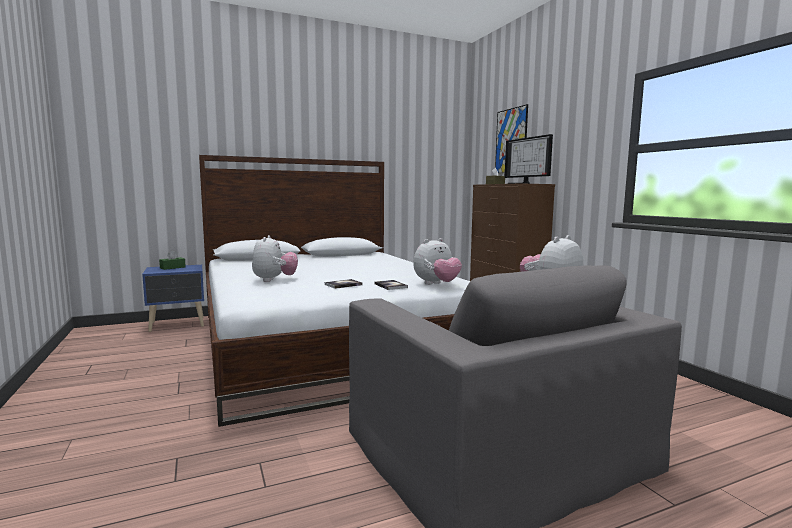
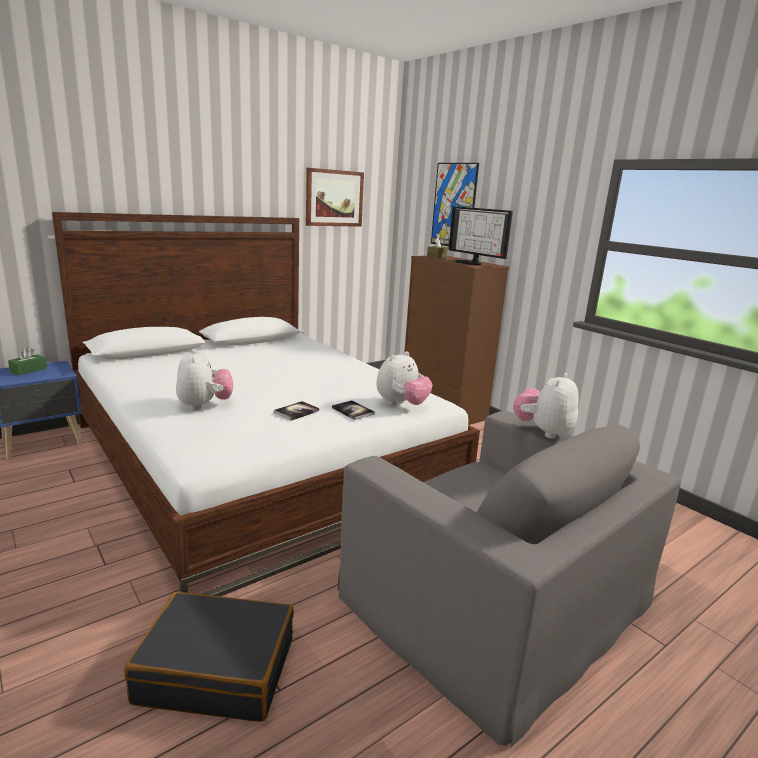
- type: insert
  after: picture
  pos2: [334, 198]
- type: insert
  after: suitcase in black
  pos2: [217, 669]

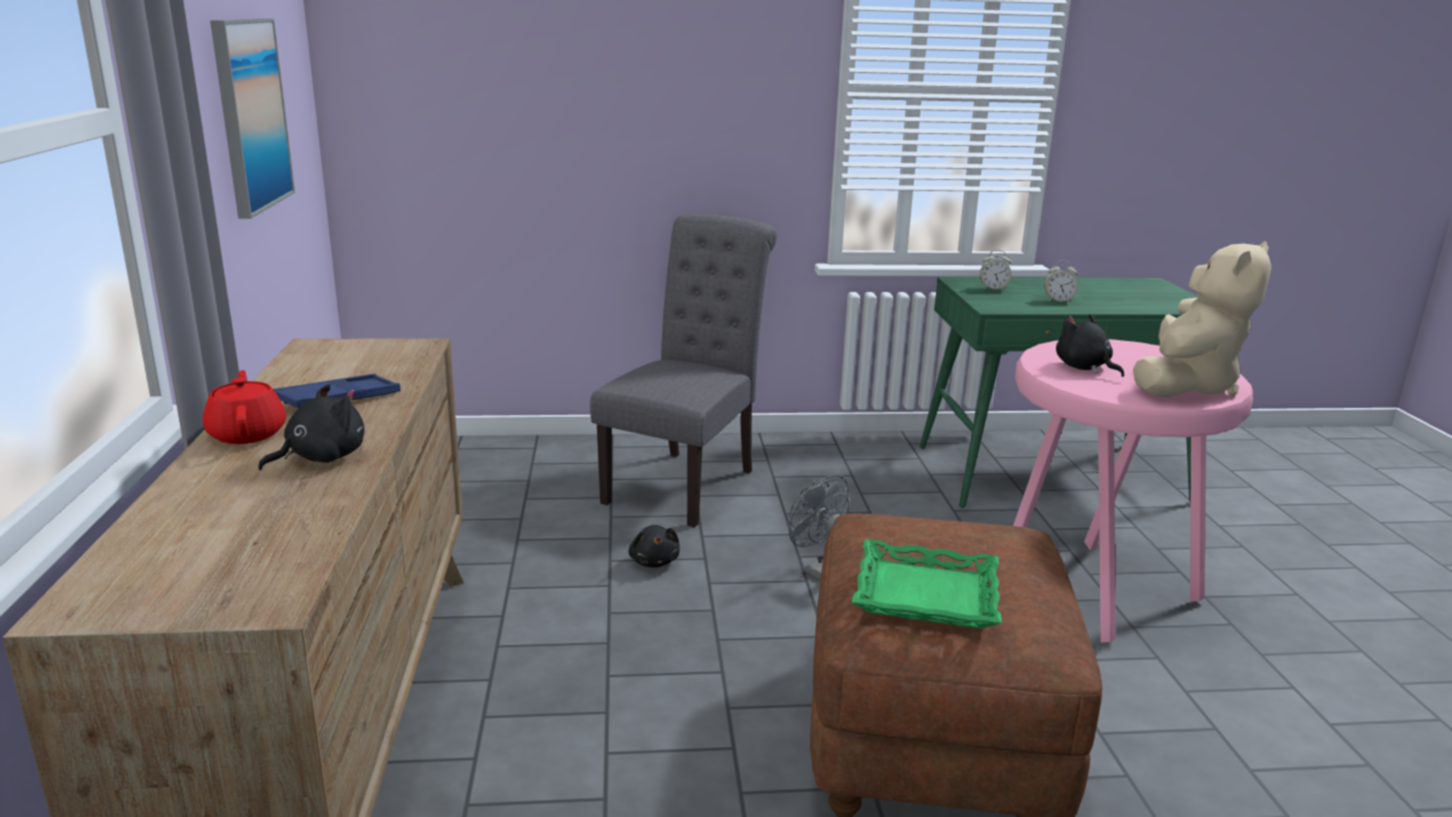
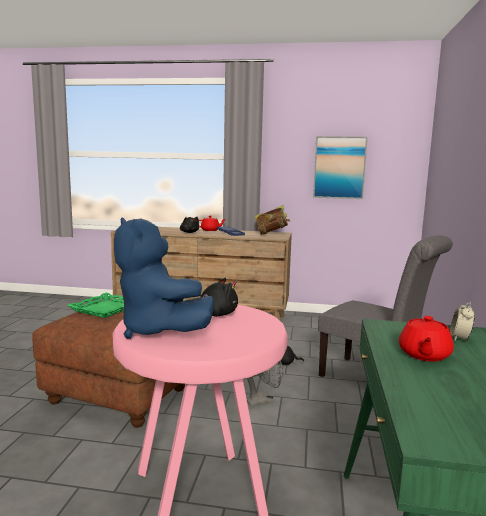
- type: recolor
  before: plush toy in beige
  after: plush toy in blue
  pos1: [1185, 386]
  pos2: [158, 330]
- type: replace
  before: alarm clock
  after: teapot in red
  pos1: [1058, 300]
  pos2: [424, 355]
- type: insert
  after: book
  pos2: [271, 234]

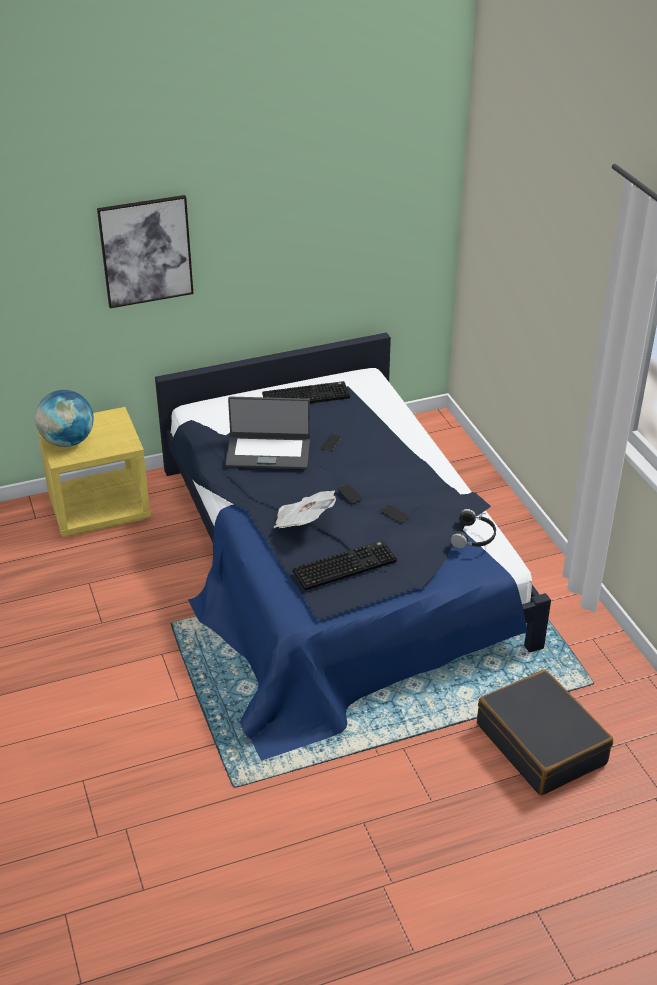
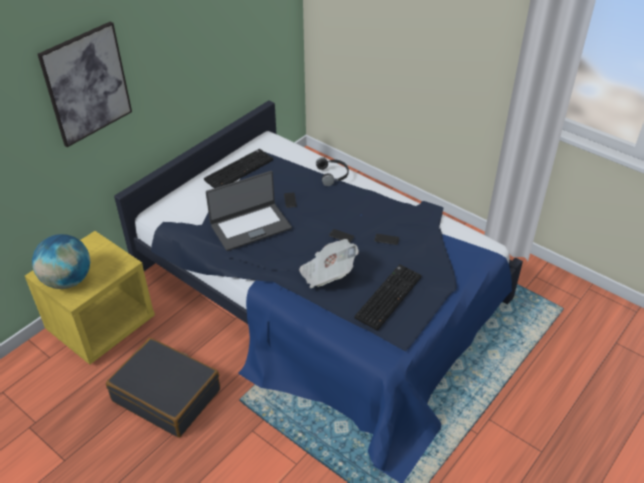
- type: move
  before: headphones in black
  pos1: [474, 537]
  pos2: [333, 175]
- type: move
  before: suitcase in black
  pos1: [541, 744]
  pos2: [167, 395]

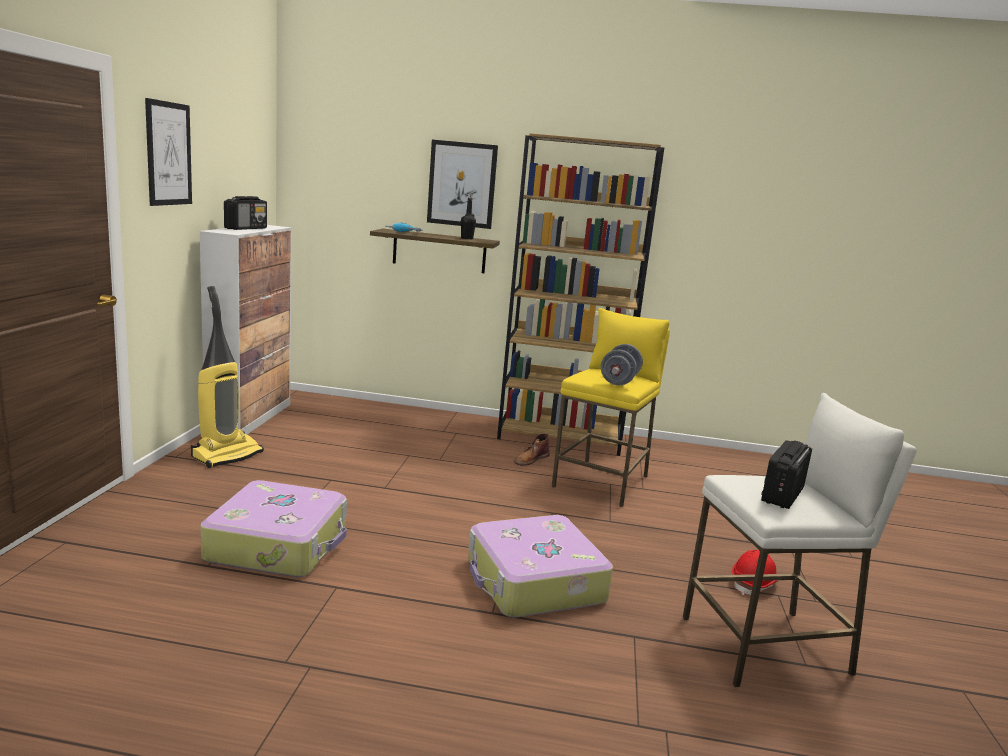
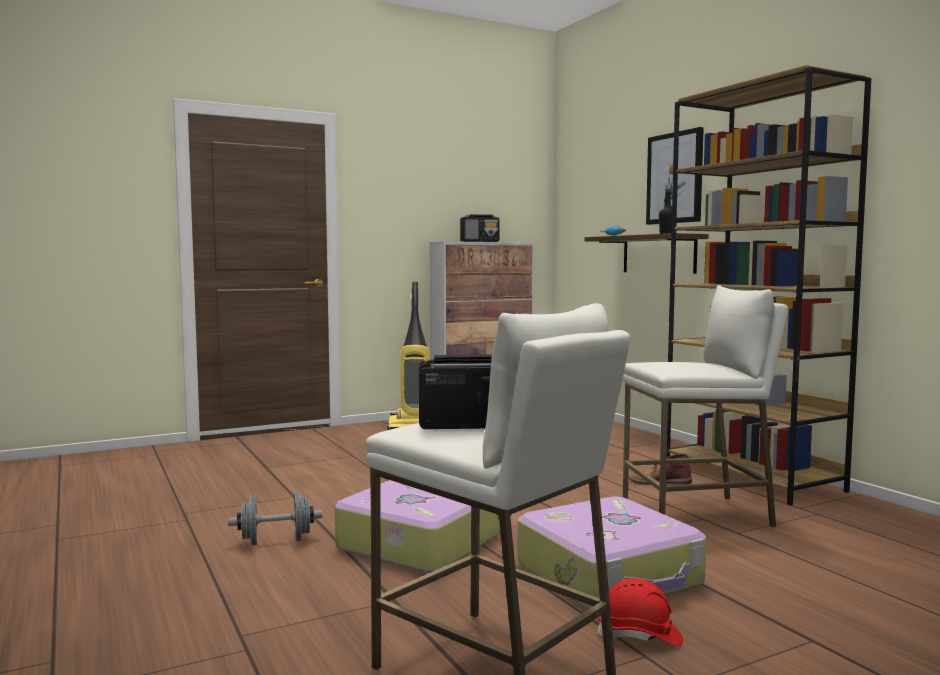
- type: delete
  before: picture
  pos1: [169, 154]
- type: recolor
  before: stool in yellow
  after: stool in white
  pos1: [602, 481]
  pos2: [697, 514]
- type: move
  before: dumbbell in grey
  pos1: [619, 381]
  pos2: [276, 541]
- type: move
  before: suitcase
  pos1: [279, 544]
  pos2: [610, 575]

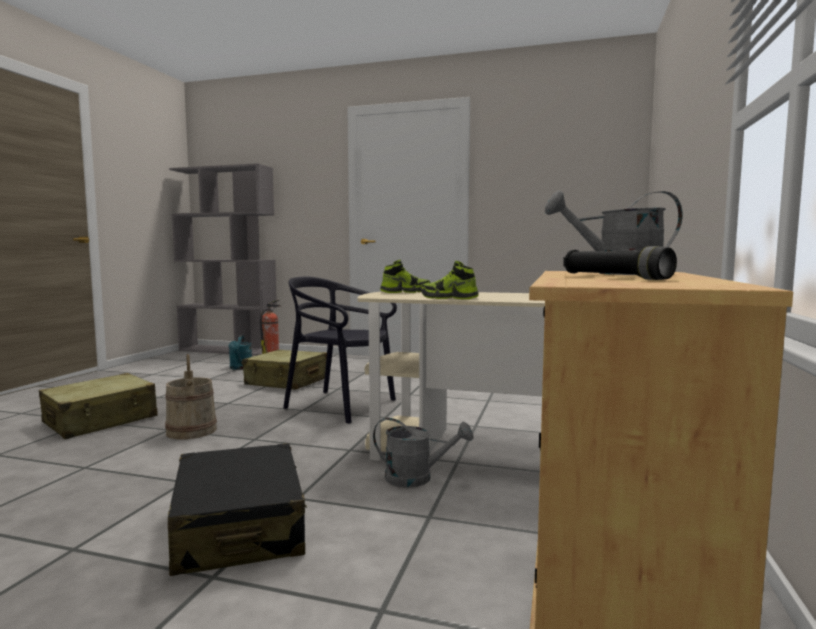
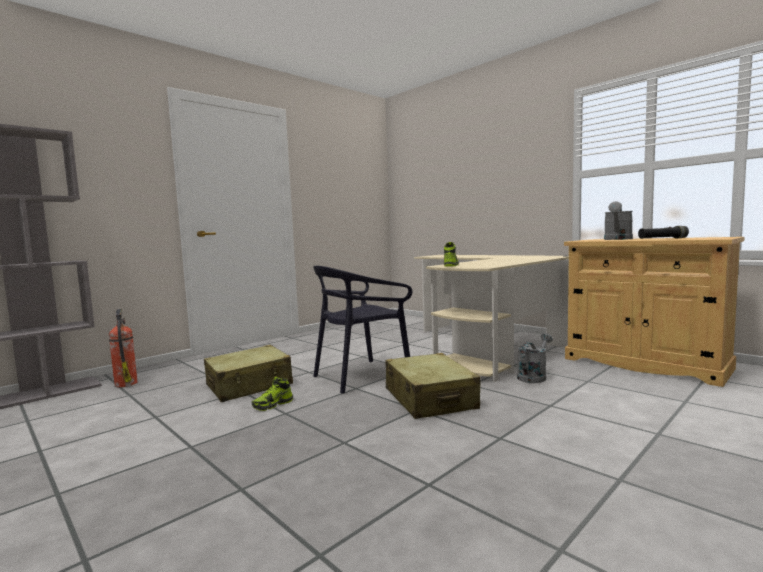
- type: move
  before: shoe
  pos1: [449, 298]
  pos2: [273, 405]
- type: delete
  before: watering can in turquoise
  pos1: [240, 368]
- type: delete
  before: bucket in beige
  pos1: [191, 431]
- type: move
  before: suitcase in beige
  pos1: [101, 420]
  pos2: [430, 399]
- type: delete
  before: suitcase in black
  pos1: [239, 528]

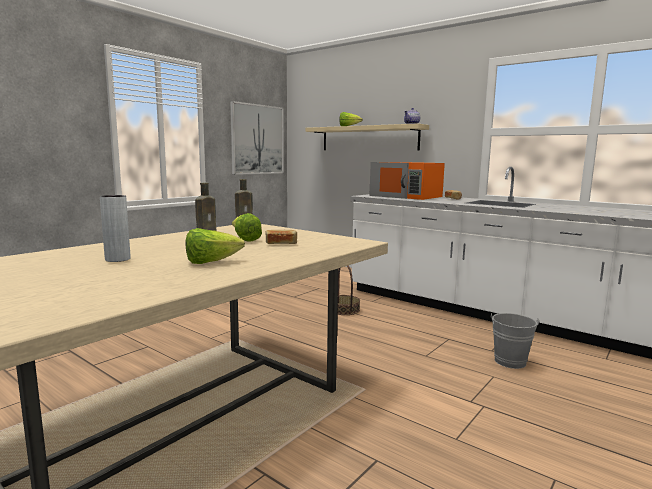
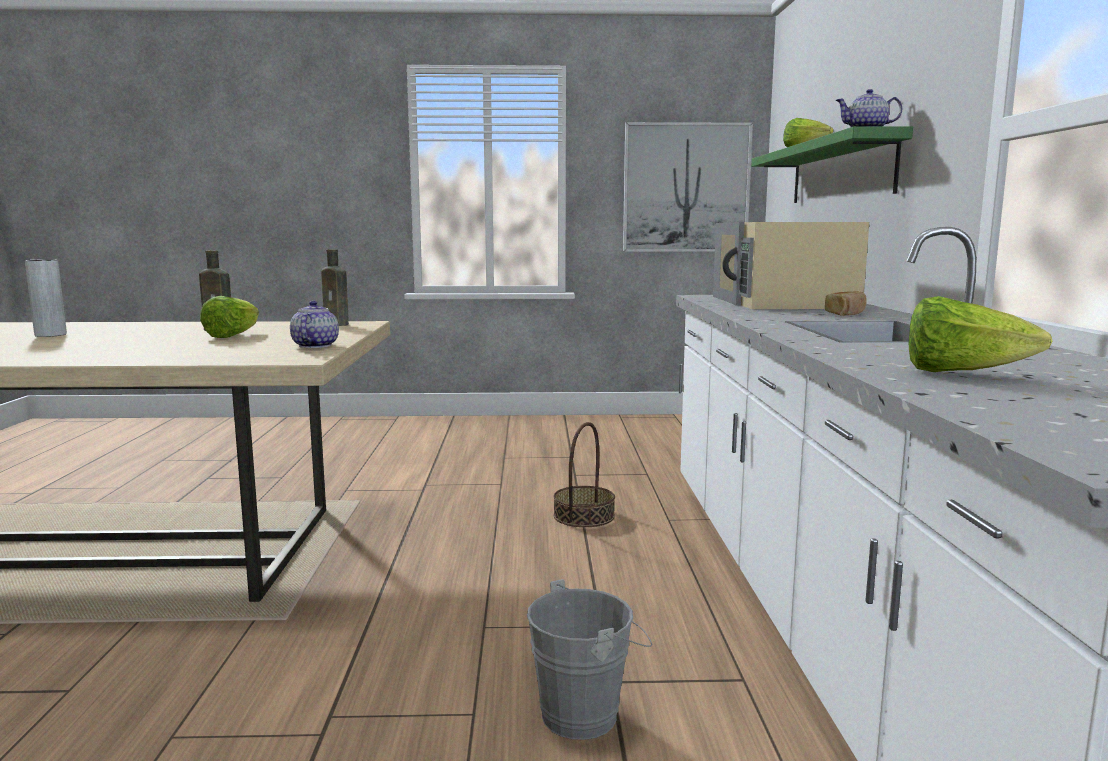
- type: recolor
  before: shelf in beige
  after: shelf in green
  pos1: [368, 138]
  pos2: [839, 172]
- type: recolor
  before: microwave in orange
  after: microwave in beige
  pos1: [406, 196]
  pos2: [782, 302]
- type: move
  before: lettuce
  pos1: [211, 262]
  pos2: [961, 373]
- type: delete
  before: bread
  pos1: [281, 244]
- type: insert
  after: teapot
  pos2: [314, 346]

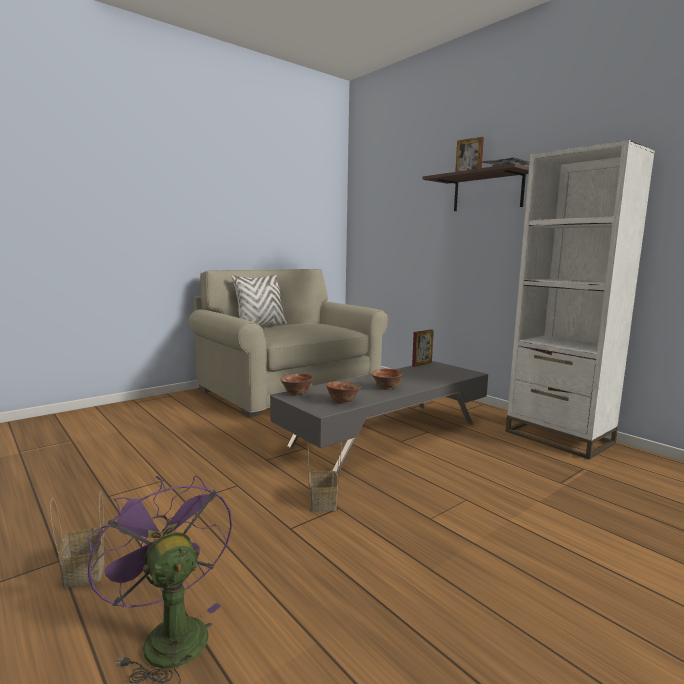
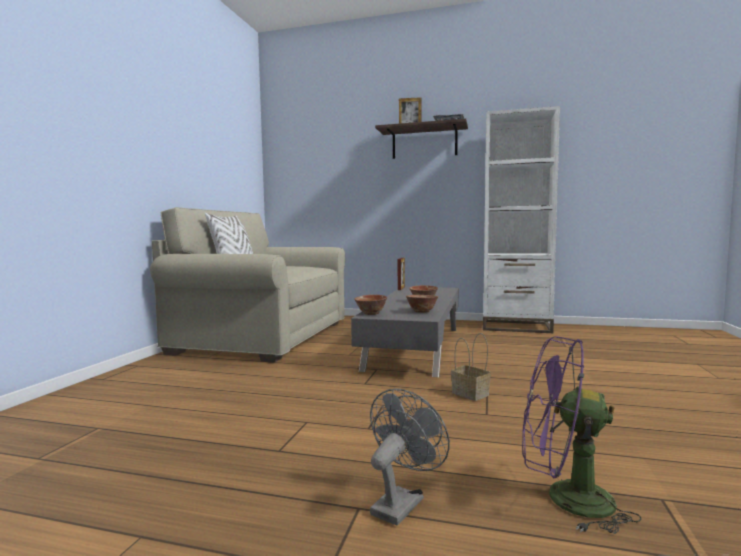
- type: replace
  before: basket
  after: fan in grey
  pos1: [83, 570]
  pos2: [401, 502]

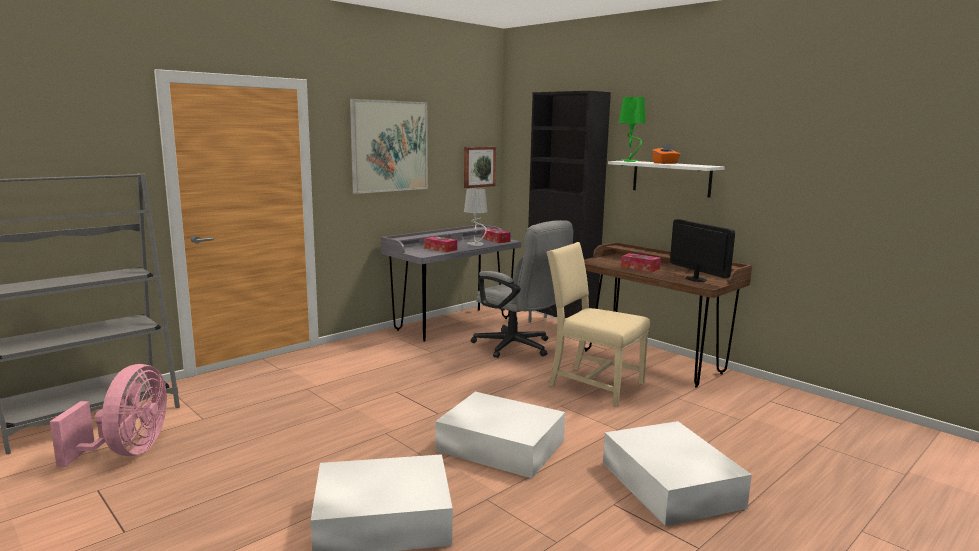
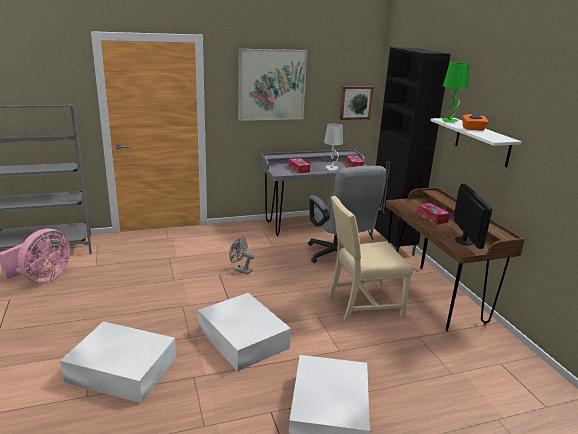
- type: rotate
  before: chair in beige
  pos1: [592, 384]
  pos2: [362, 305]
  turn: -75
- type: insert
  after: fan in grey
  pos2: [240, 270]

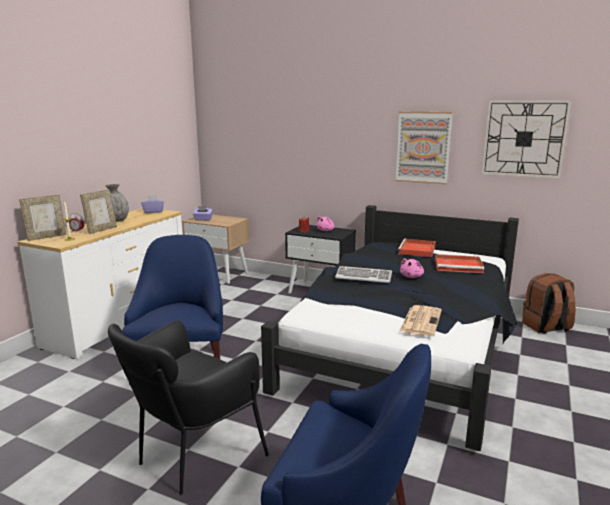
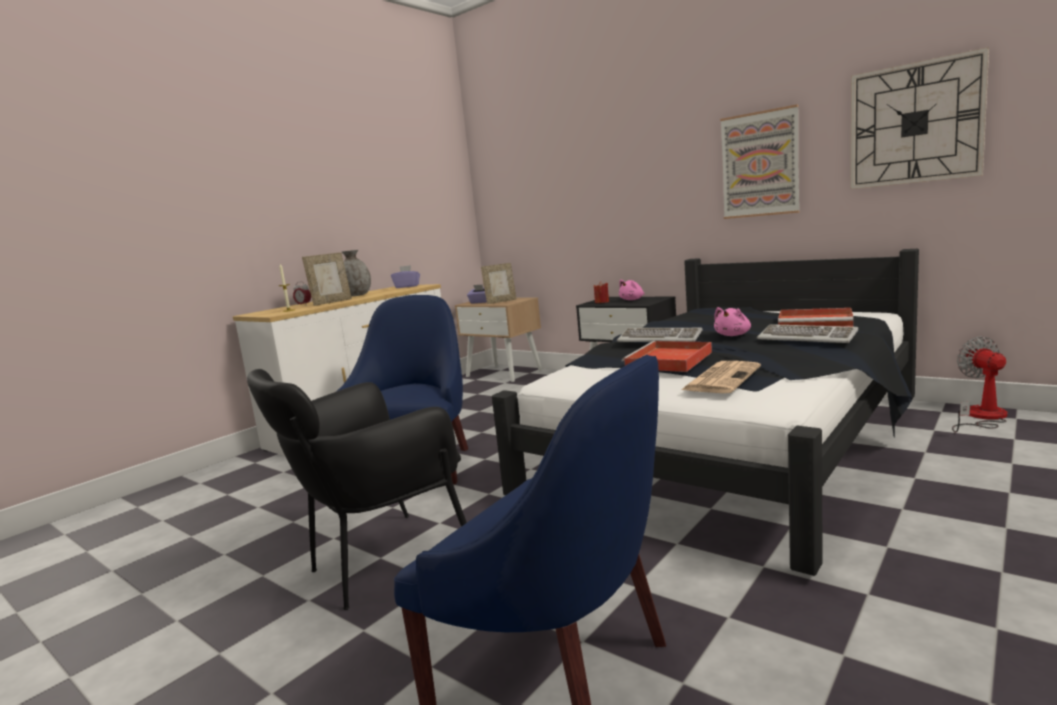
- type: move
  before: picture frame
  pos1: [46, 237]
  pos2: [501, 301]
- type: move
  before: tray in red
  pos1: [417, 250]
  pos2: [668, 361]
- type: replace
  before: backpack in brown
  after: fan
  pos1: [546, 327]
  pos2: [981, 417]
- type: insert
  after: keyboard
  pos2: [807, 337]

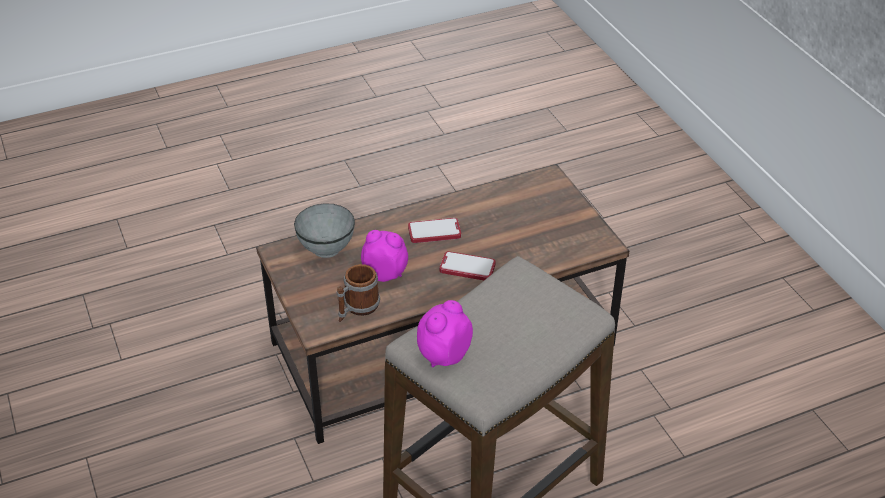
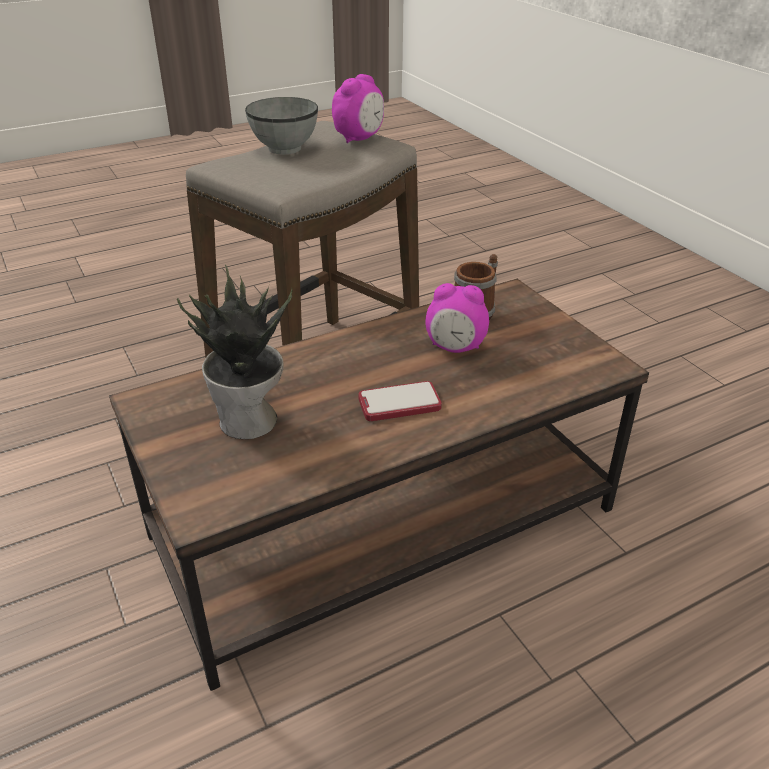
- type: move
  before: bowl in grey
  pos1: [327, 248]
  pos2: [284, 149]
- type: delete
  before: phone
  pos1: [467, 267]
- type: insert
  after: potted plant
  pos2: [250, 422]

